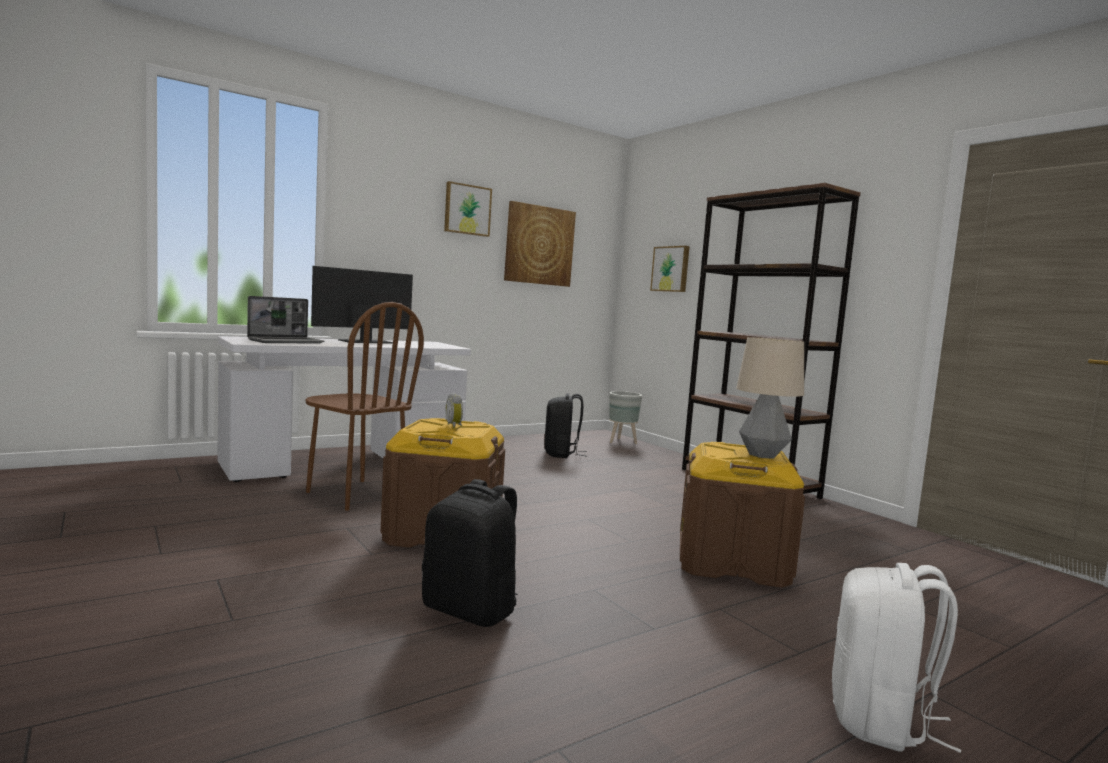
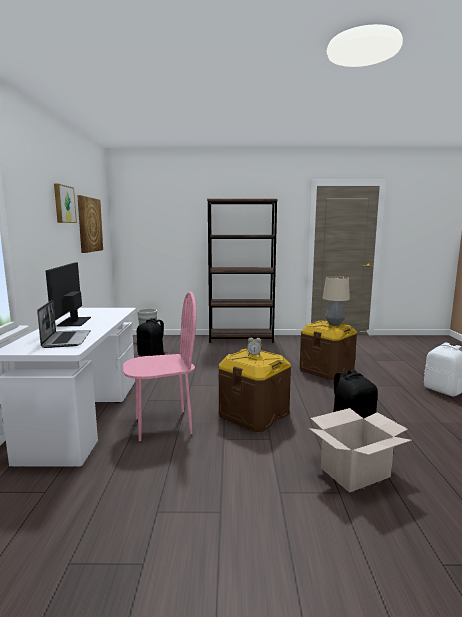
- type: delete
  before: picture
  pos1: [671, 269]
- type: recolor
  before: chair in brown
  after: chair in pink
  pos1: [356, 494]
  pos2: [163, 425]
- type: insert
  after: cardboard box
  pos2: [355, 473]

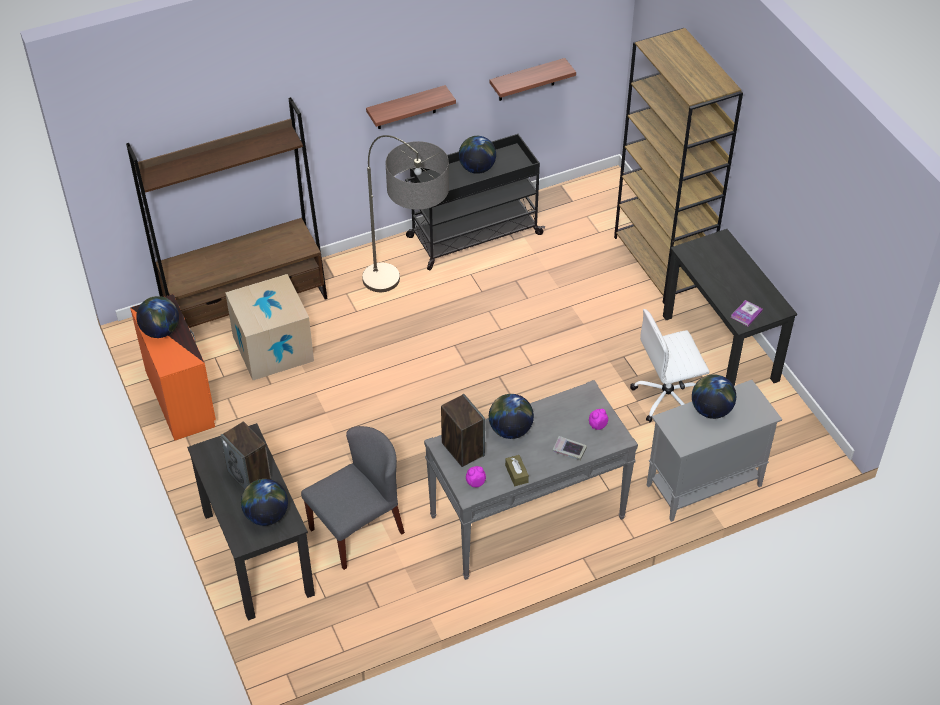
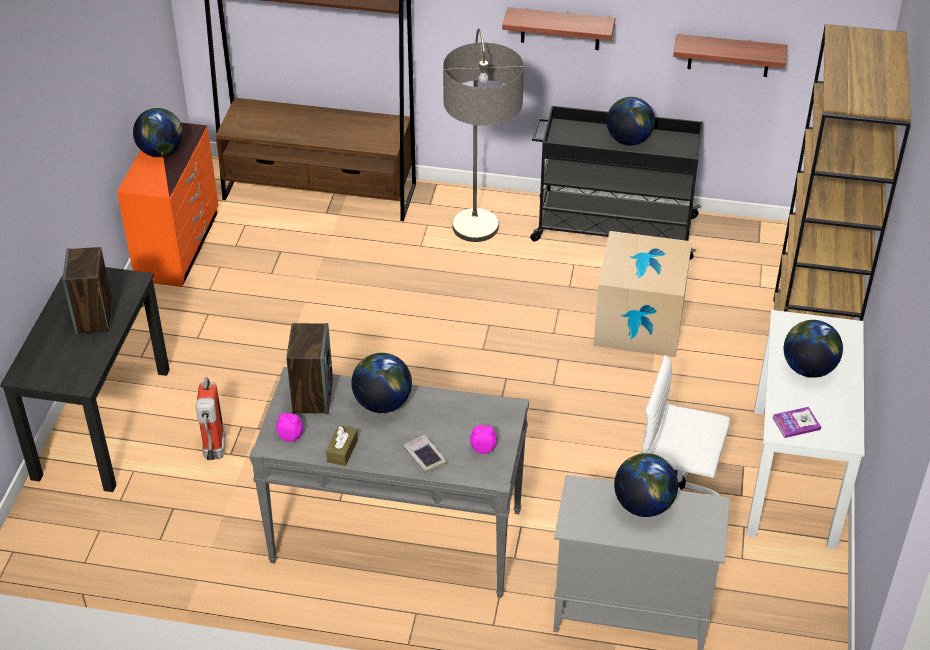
- type: recolor
  before: desk in black
  after: desk in white
  pos1: [720, 348]
  pos2: [794, 475]
- type: move
  before: cardboard box
  pos1: [273, 348]
  pos2: [639, 323]
- type: replace
  before: chair in grey
  after: fire extinguisher
  pos1: [357, 530]
  pos2: [214, 453]
- type: move
  before: globe
  pos1: [266, 515]
  pos2: [808, 368]

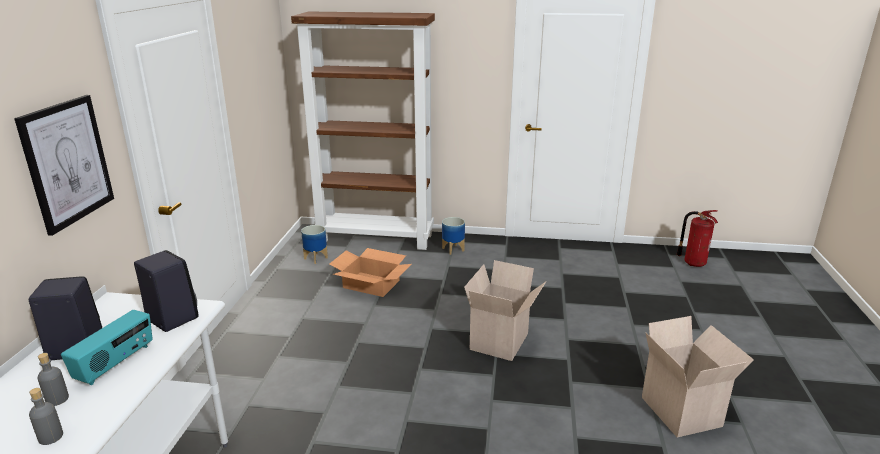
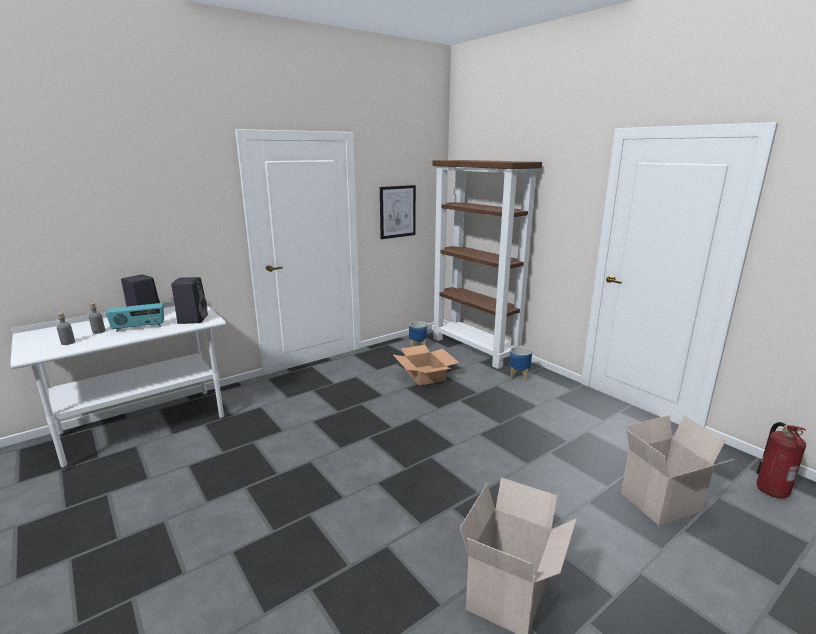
- type: move
  before: picture
  pos1: [67, 162]
  pos2: [397, 211]
- type: move
  before: cardboard box
  pos1: [501, 342]
  pos2: [661, 503]

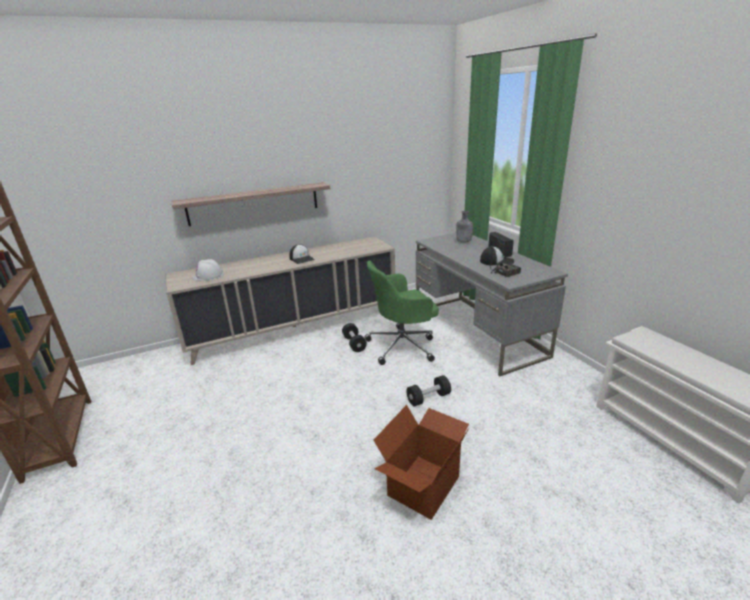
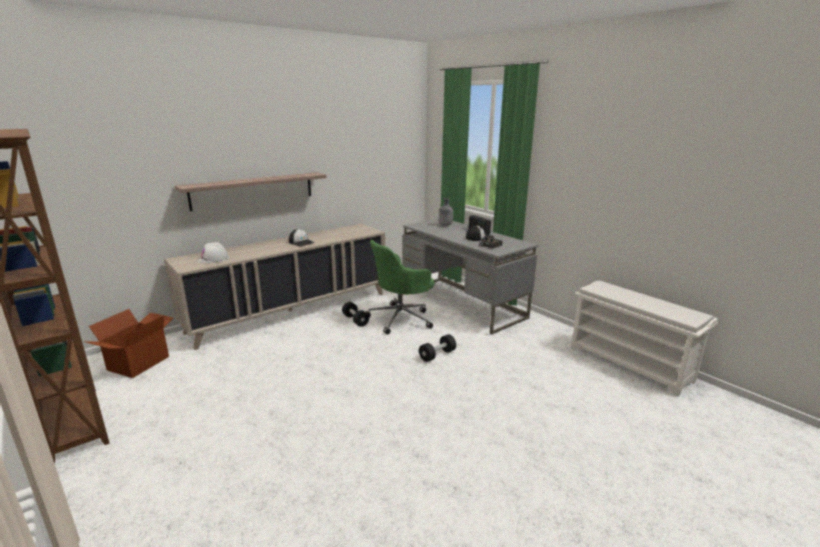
- type: move
  before: cardboard box
  pos1: [422, 485]
  pos2: [138, 363]

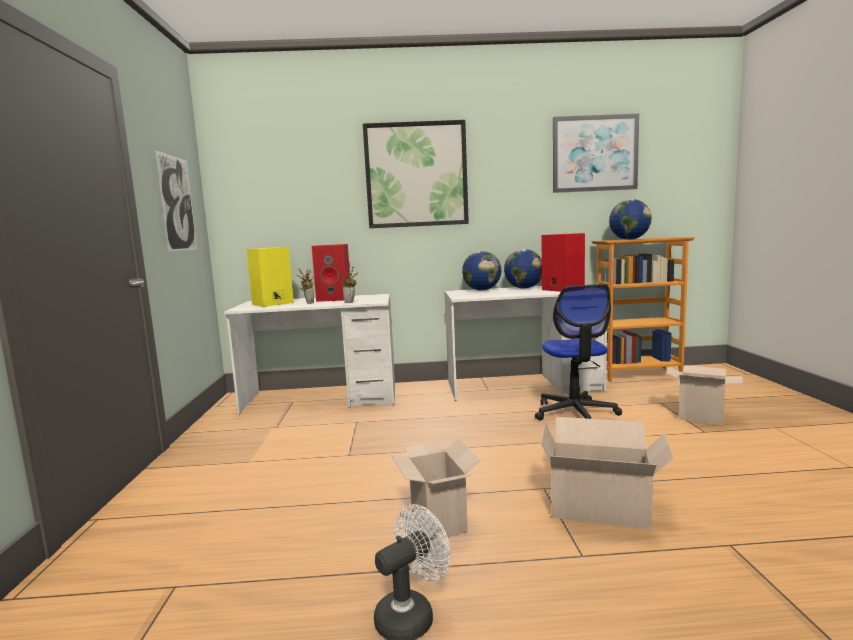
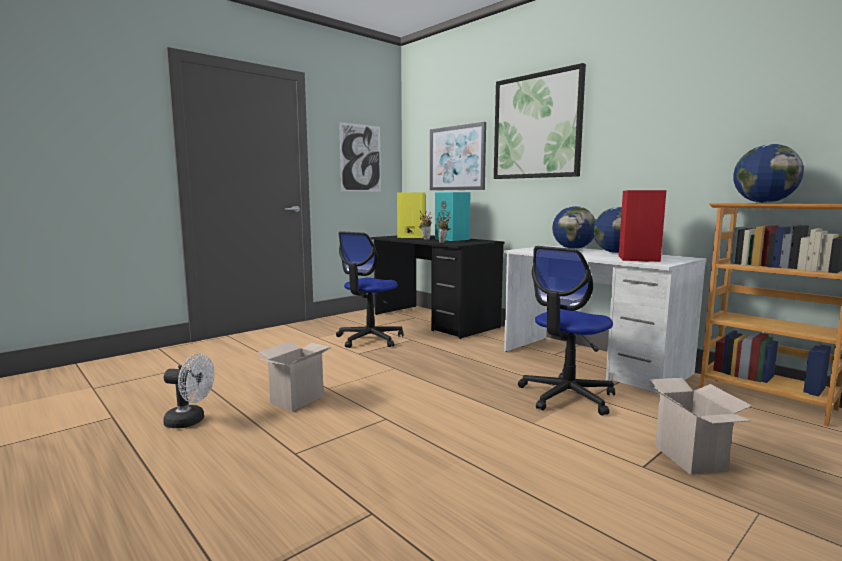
- type: move
  before: picture
  pos1: [595, 153]
  pos2: [457, 158]
- type: recolor
  before: speaker in red
  after: speaker in turquoise
  pos1: [335, 299]
  pos2: [453, 239]
- type: recolor
  before: desk in white
  after: desk in black
  pos1: [322, 398]
  pos2: [434, 321]
- type: delete
  before: cardboard box
  pos1: [602, 507]
- type: insert
  after: office chair
  pos2: [369, 339]

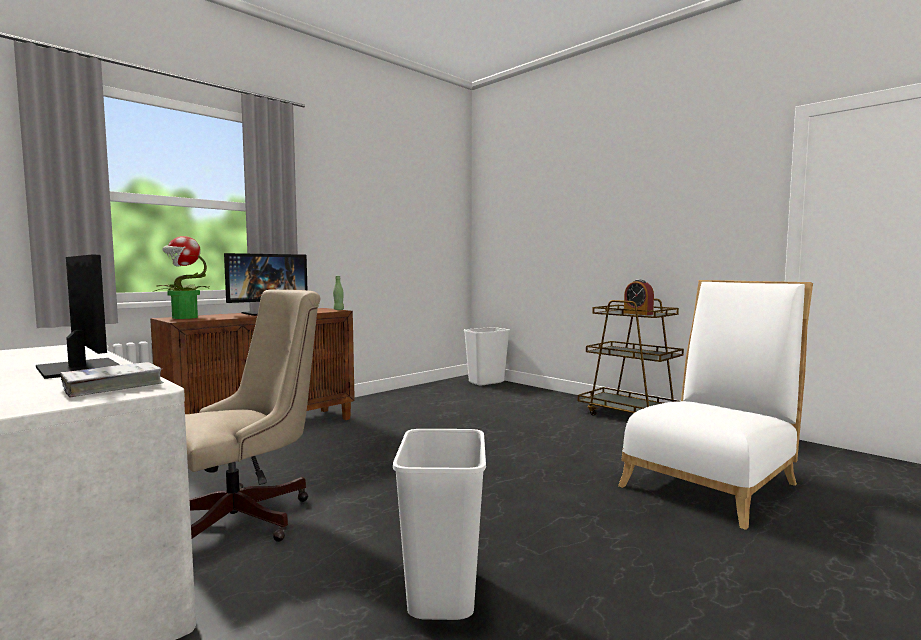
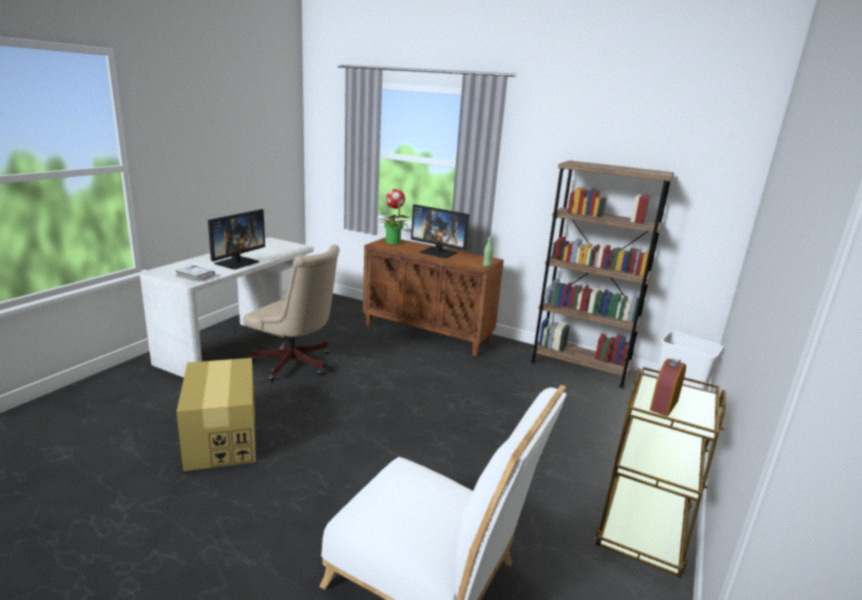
- type: replace
  before: trash can in white
  after: cardboard box
  pos1: [441, 592]
  pos2: [222, 437]
- type: insert
  after: bookcase in brown
  pos2: [579, 367]

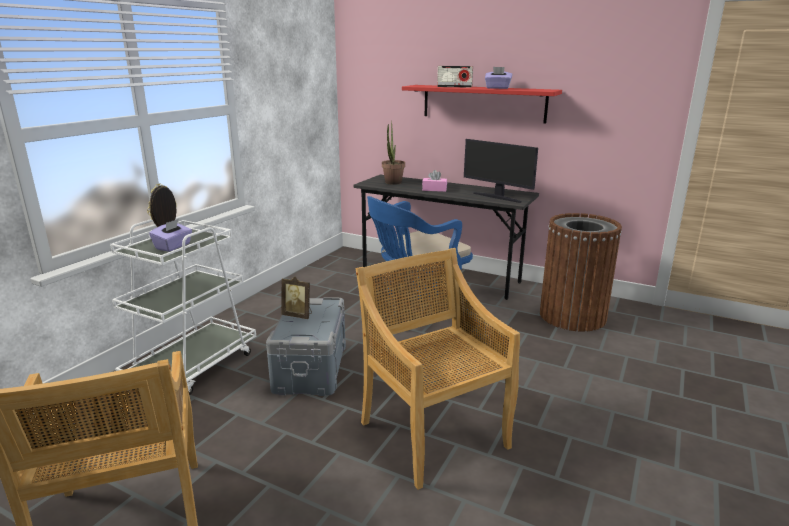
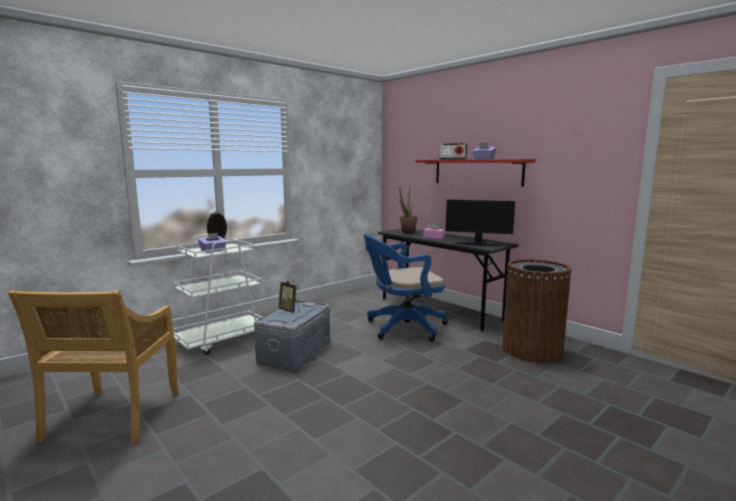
- type: rotate
  before: monitor
  pos1: [497, 197]
  pos2: [478, 244]
  turn: -45
- type: delete
  before: chair in beige
  pos1: [432, 433]

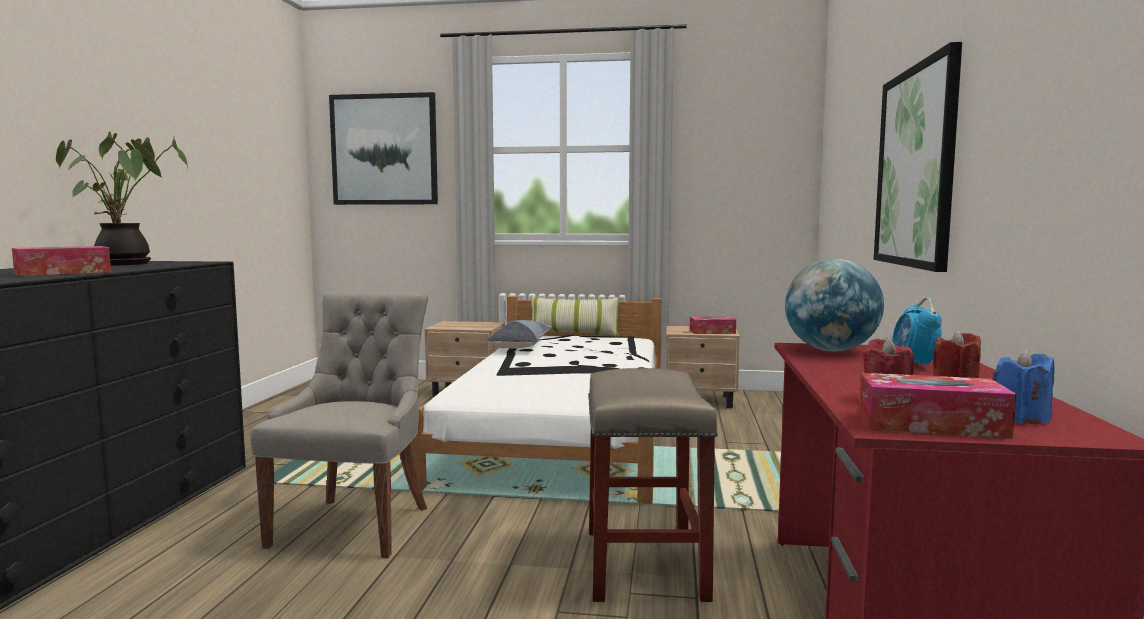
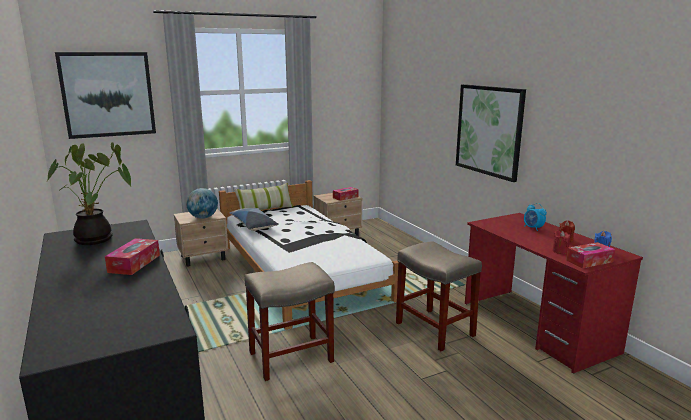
- type: move
  before: globe
  pos1: [830, 350]
  pos2: [203, 217]
- type: replace
  before: chair in grey
  after: stool in beige
  pos1: [355, 525]
  pos2: [292, 356]

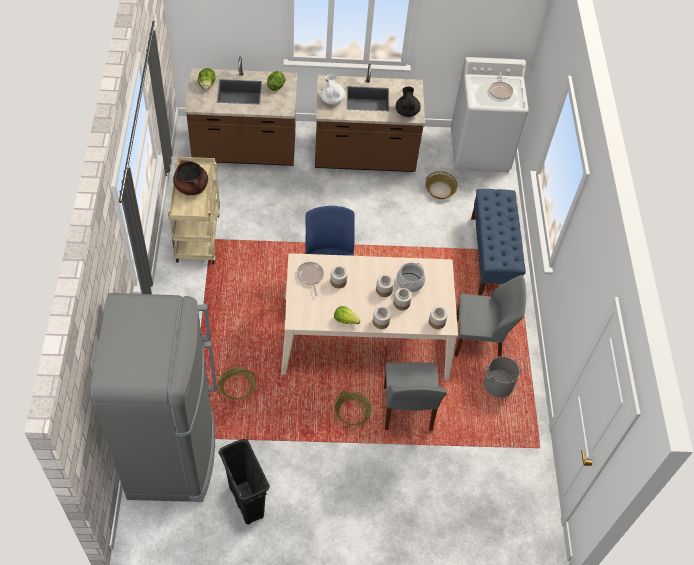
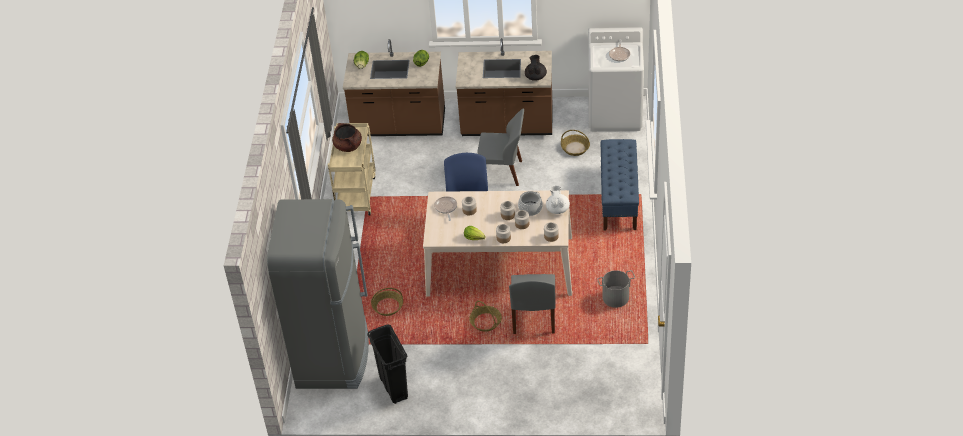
- type: move
  before: teapot in white
  pos1: [331, 99]
  pos2: [557, 209]
- type: move
  before: chair in grey
  pos1: [479, 339]
  pos2: [502, 172]

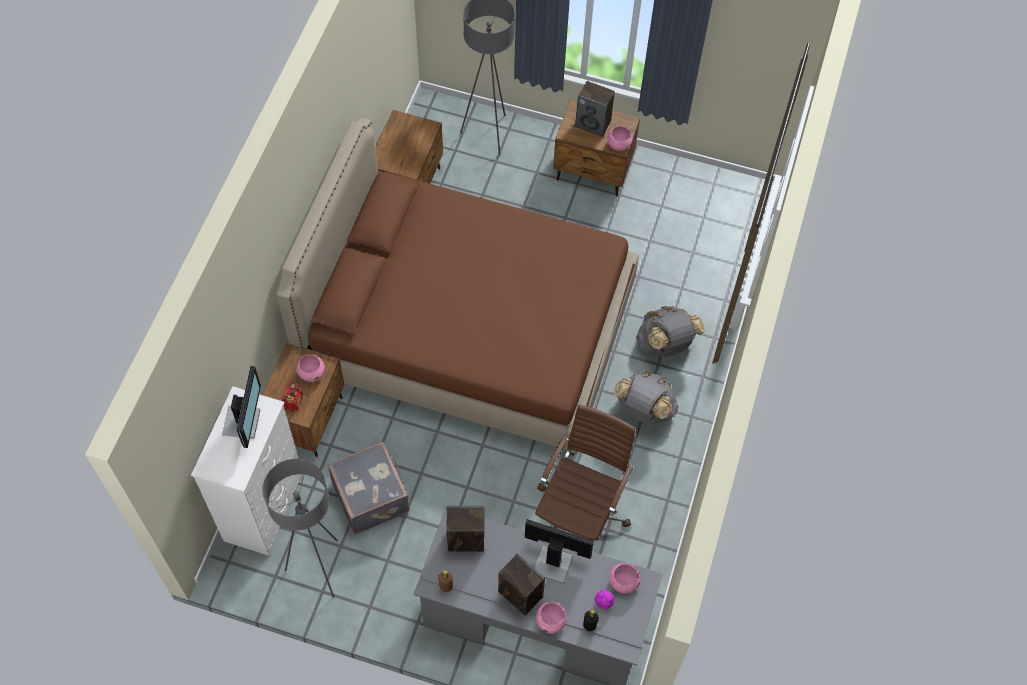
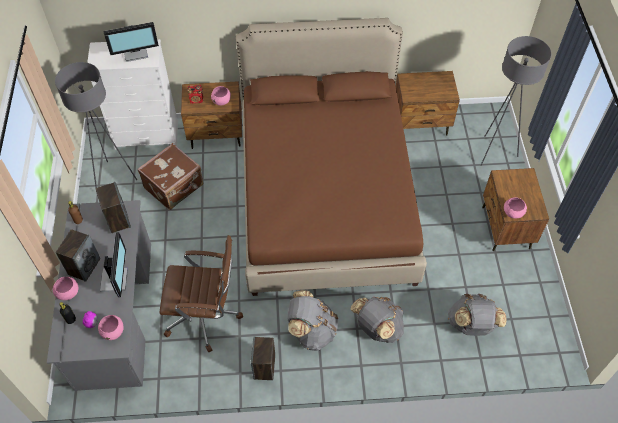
- type: move
  before: speaker
  pos1: [593, 123]
  pos2: [264, 367]
- type: recolor
  before: suitcase in grey
  after: suitcase in brown
  pos1: [372, 496]
  pos2: [174, 187]
- type: insert
  after: backpack in grey
  pos2: [472, 325]

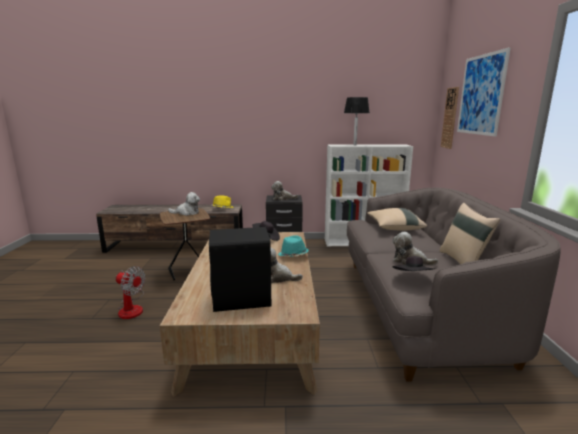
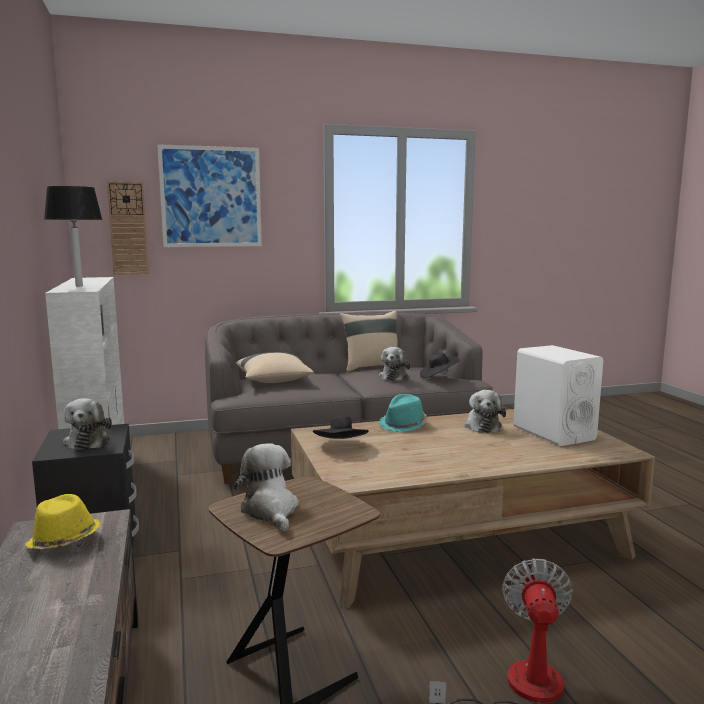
- type: recolor
  before: speaker in black
  after: speaker in white
  pos1: [242, 299]
  pos2: [553, 433]

